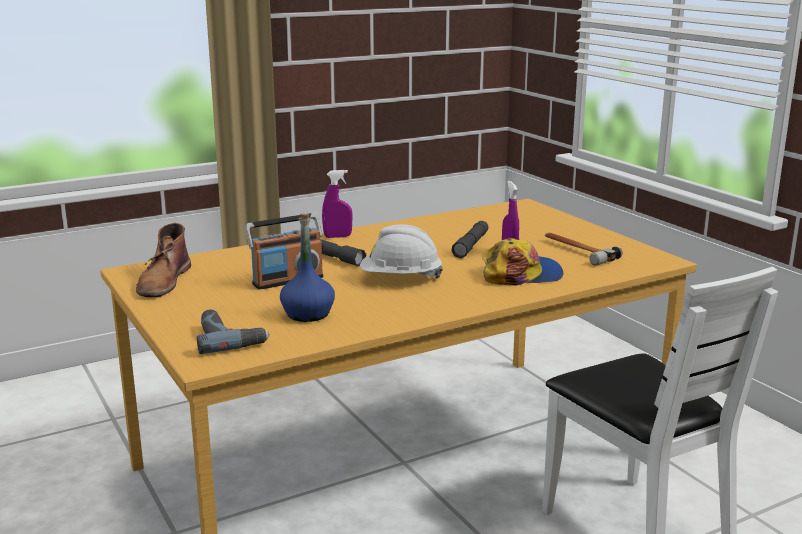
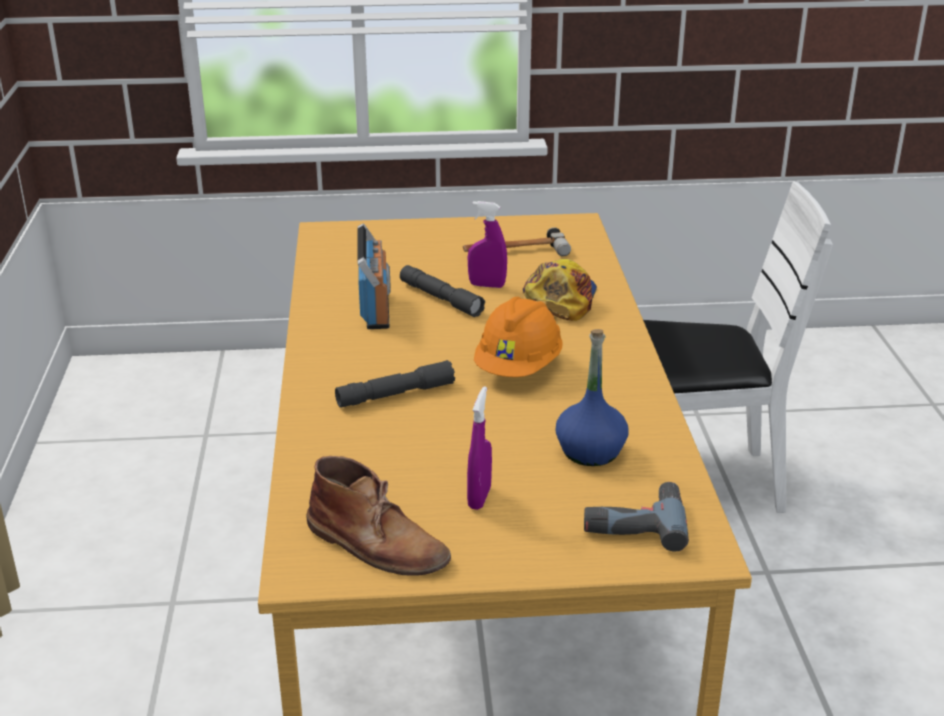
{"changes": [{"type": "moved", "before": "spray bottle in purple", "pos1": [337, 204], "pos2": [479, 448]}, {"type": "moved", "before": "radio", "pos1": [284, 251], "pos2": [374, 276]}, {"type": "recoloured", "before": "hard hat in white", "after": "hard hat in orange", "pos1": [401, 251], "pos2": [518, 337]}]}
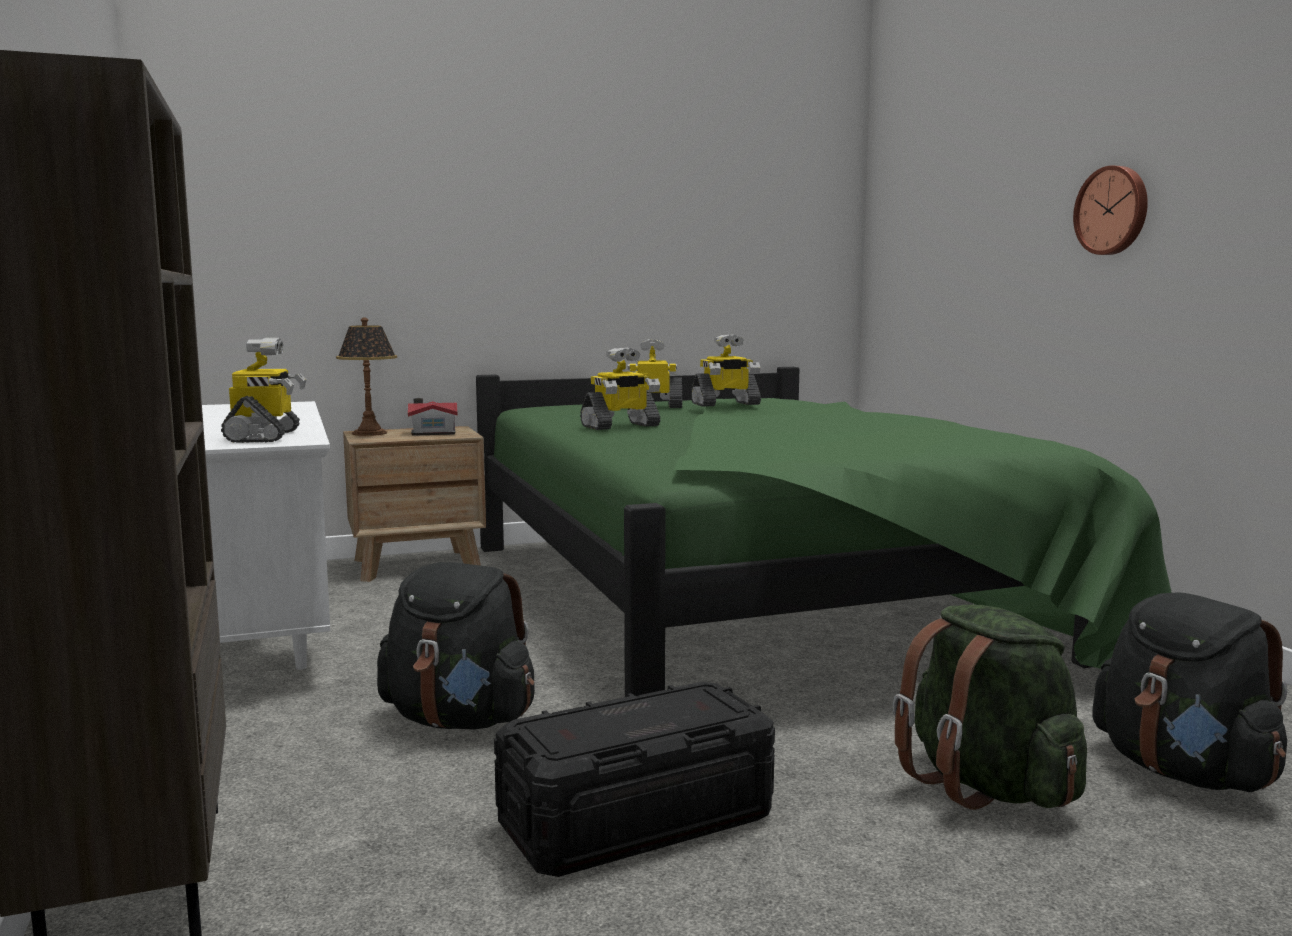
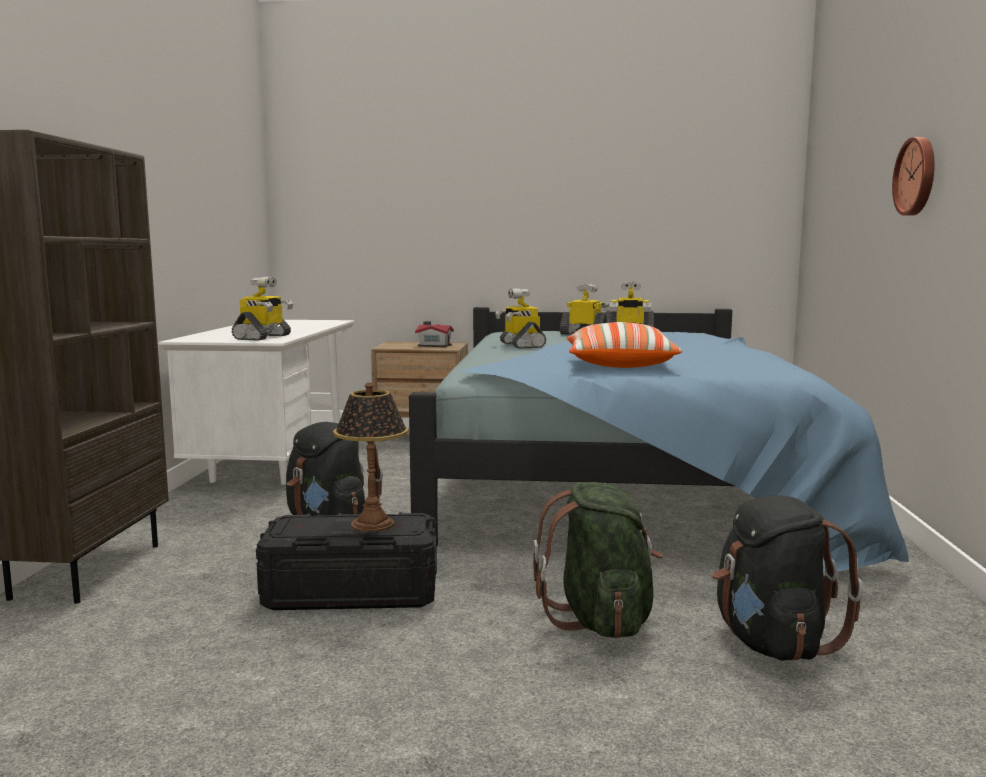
{"changes": [{"type": "moved", "before": "table lamp", "pos1": [366, 376], "pos2": [370, 457]}, {"type": "turned", "before": "toy robot", "pos1": [620, 389], "pos2": [520, 319], "turn": 75}, {"type": "recoloured", "before": "bed in green", "after": "bed in blue", "pos1": [824, 532], "pos2": [659, 439]}, {"type": "added", "after": "pillow", "pos2": [624, 345]}]}
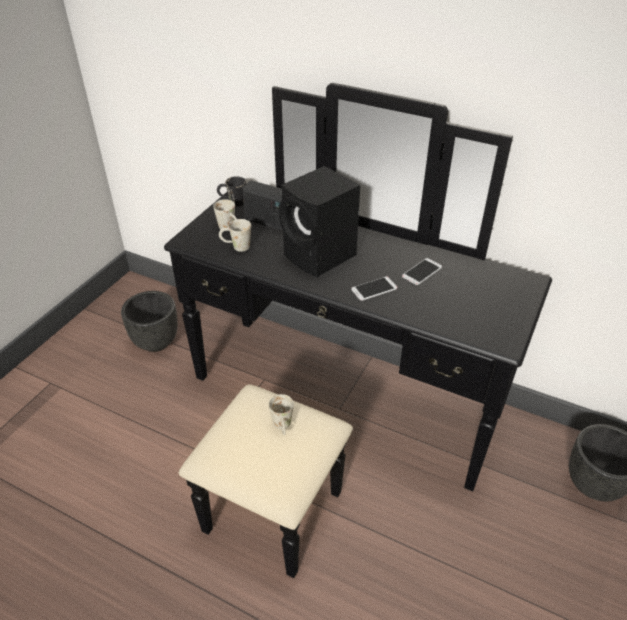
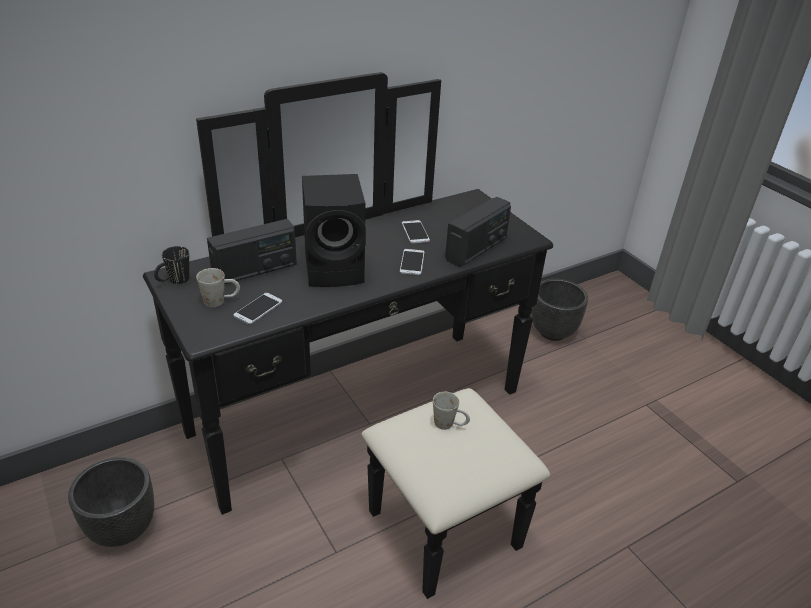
{"changes": [{"type": "replaced", "before": "mug in white", "after": "phone", "pos1": [235, 235], "pos2": [258, 308]}, {"type": "added", "after": "radio", "pos2": [478, 232]}]}
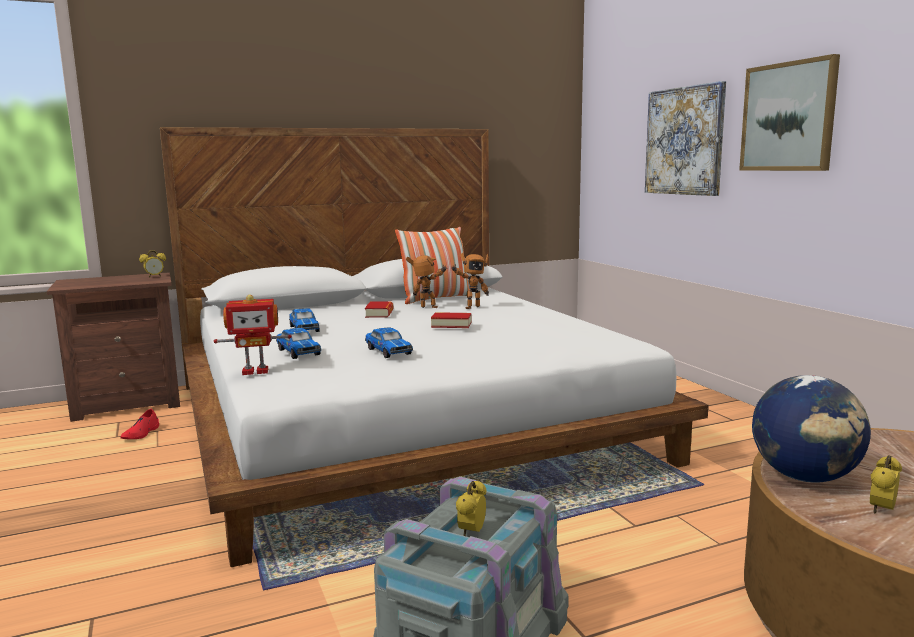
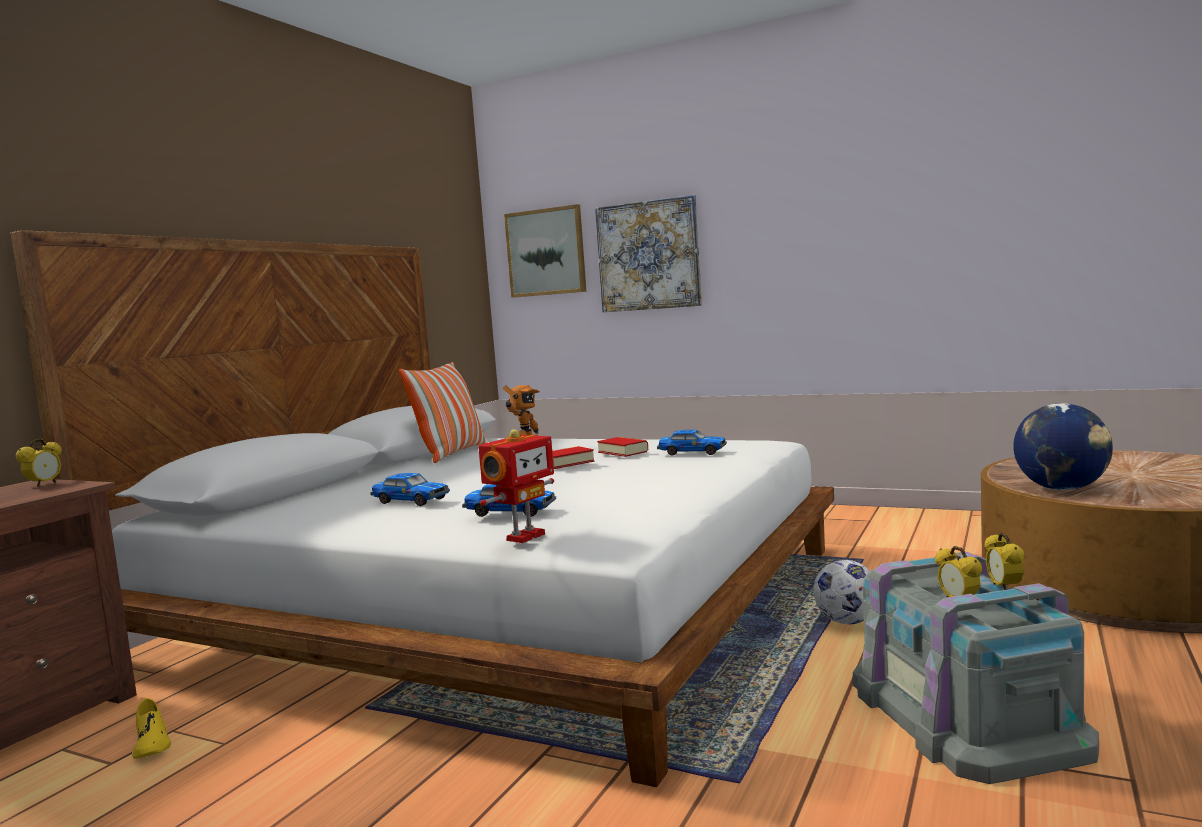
{"changes": [{"type": "moved", "before": "picture", "pos1": [789, 112], "pos2": [545, 251]}, {"type": "removed", "before": "toy robot", "pos1": [426, 281]}, {"type": "moved", "before": "book", "pos1": [379, 309], "pos2": [622, 447]}, {"type": "moved", "before": "toy car", "pos1": [389, 343], "pos2": [692, 443]}, {"type": "recoloured", "before": "shoe in red", "after": "shoe in yellow", "pos1": [140, 424], "pos2": [151, 728]}, {"type": "moved", "before": "alarm clock", "pos1": [886, 484], "pos2": [1004, 561]}, {"type": "added", "after": "football", "pos2": [842, 592]}]}
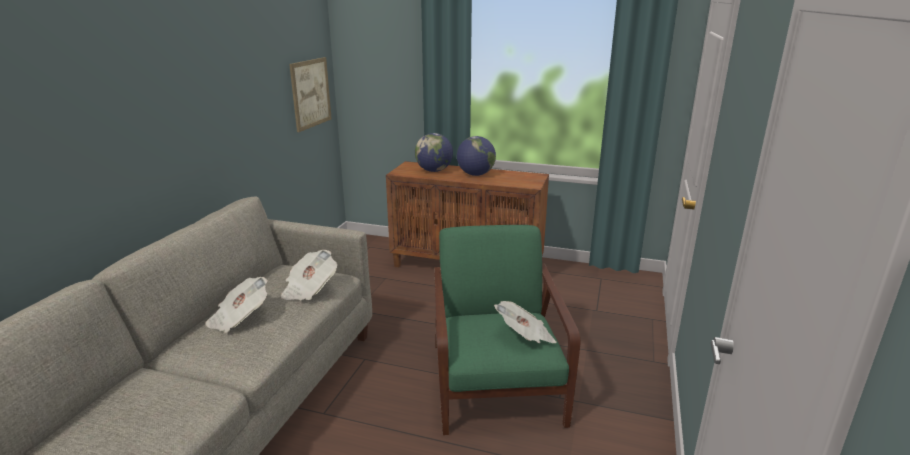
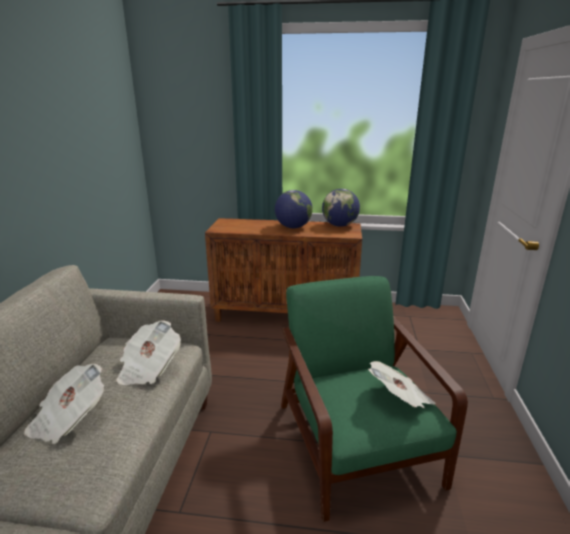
{"changes": [{"type": "removed", "before": "picture", "pos1": [310, 94]}, {"type": "moved", "before": "globe", "pos1": [434, 152], "pos2": [341, 208]}]}
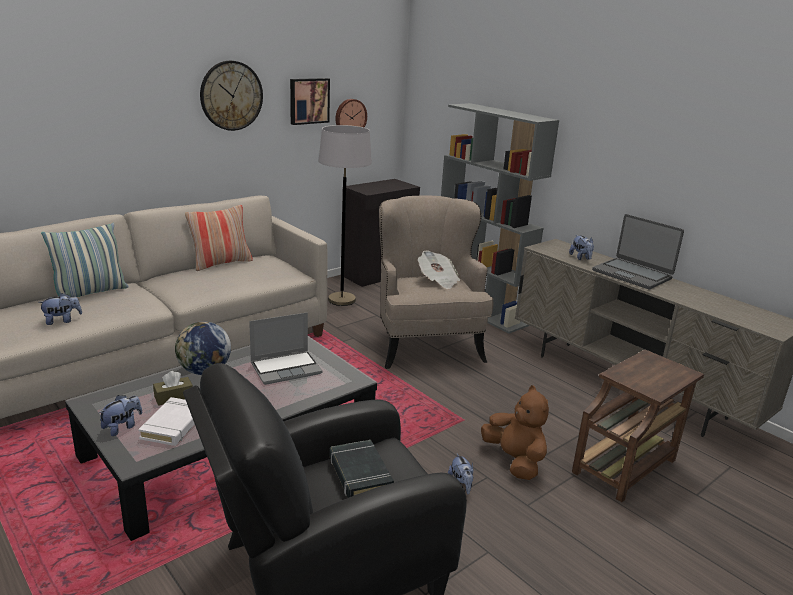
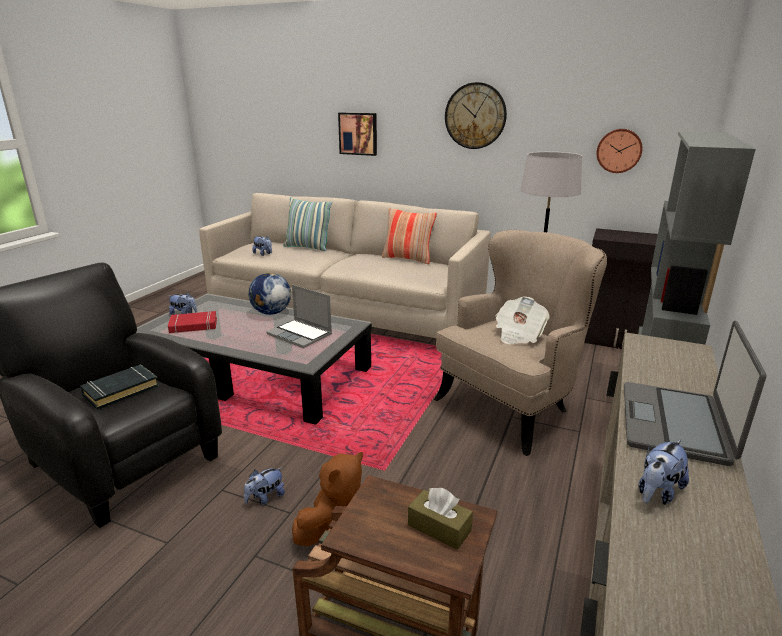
{"changes": [{"type": "moved", "before": "picture", "pos1": [310, 101], "pos2": [357, 134]}, {"type": "moved", "before": "plush toy", "pos1": [581, 247], "pos2": [664, 472]}, {"type": "moved", "before": "tissue box in brown", "pos1": [173, 388], "pos2": [440, 519]}, {"type": "recoloured", "before": "book in white", "after": "book in red", "pos1": [166, 421], "pos2": [192, 322]}]}
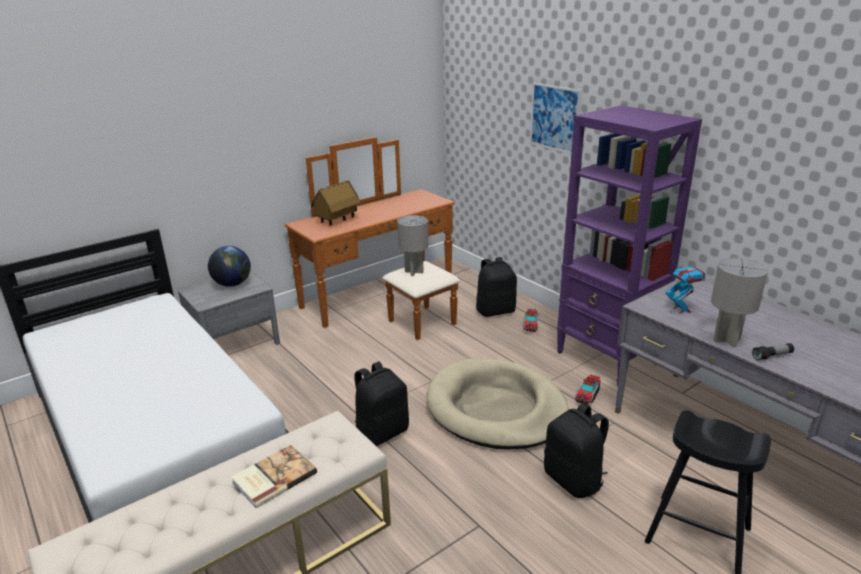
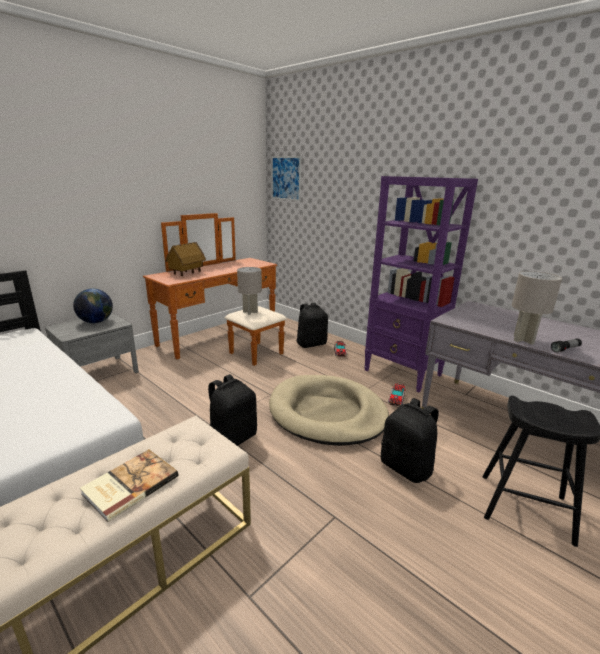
{"changes": [{"type": "moved", "before": "picture", "pos1": [556, 118], "pos2": [286, 178]}, {"type": "removed", "before": "toy robot", "pos1": [686, 286]}]}
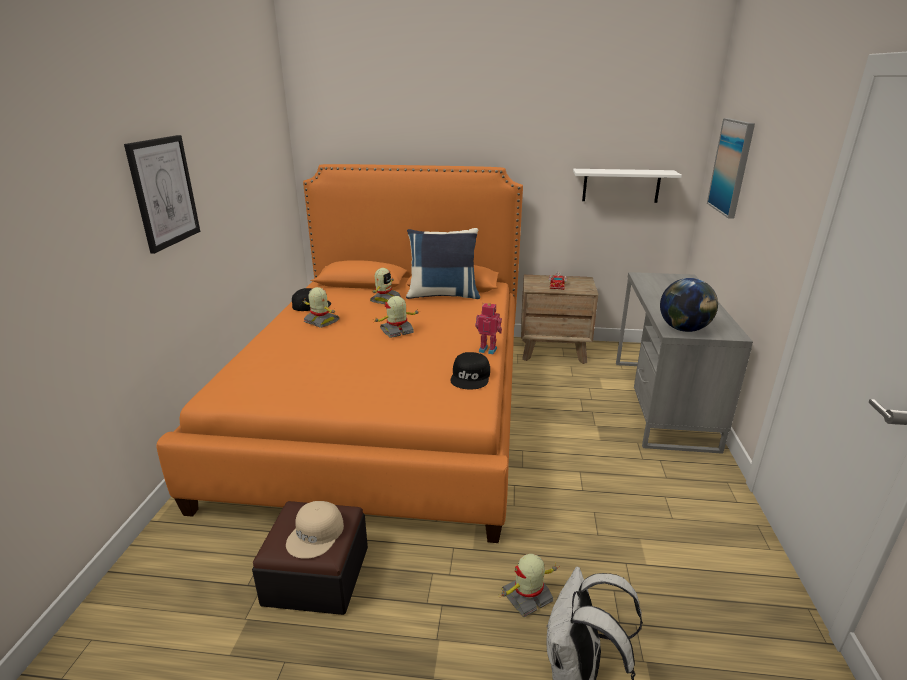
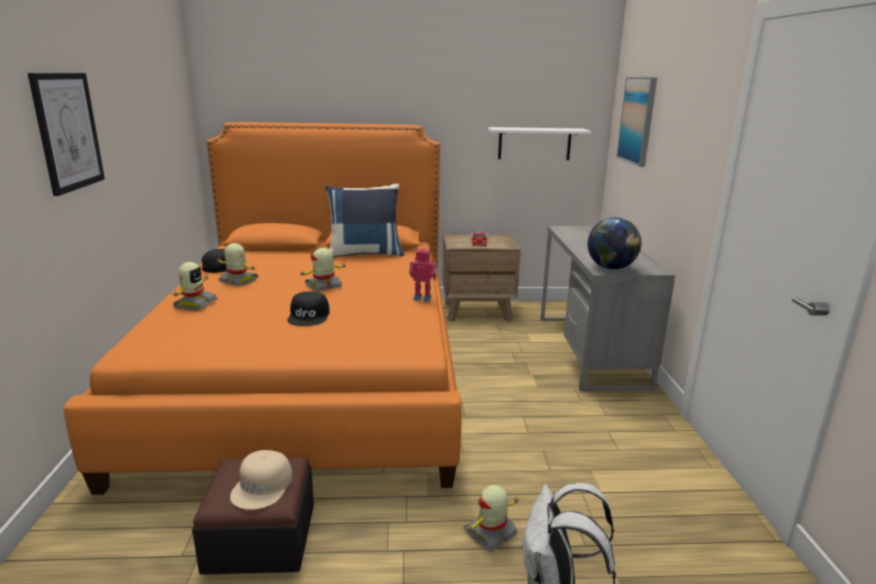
{"changes": [{"type": "moved", "before": "toy robot", "pos1": [385, 286], "pos2": [194, 286]}, {"type": "moved", "before": "cap in black", "pos1": [470, 371], "pos2": [308, 308]}]}
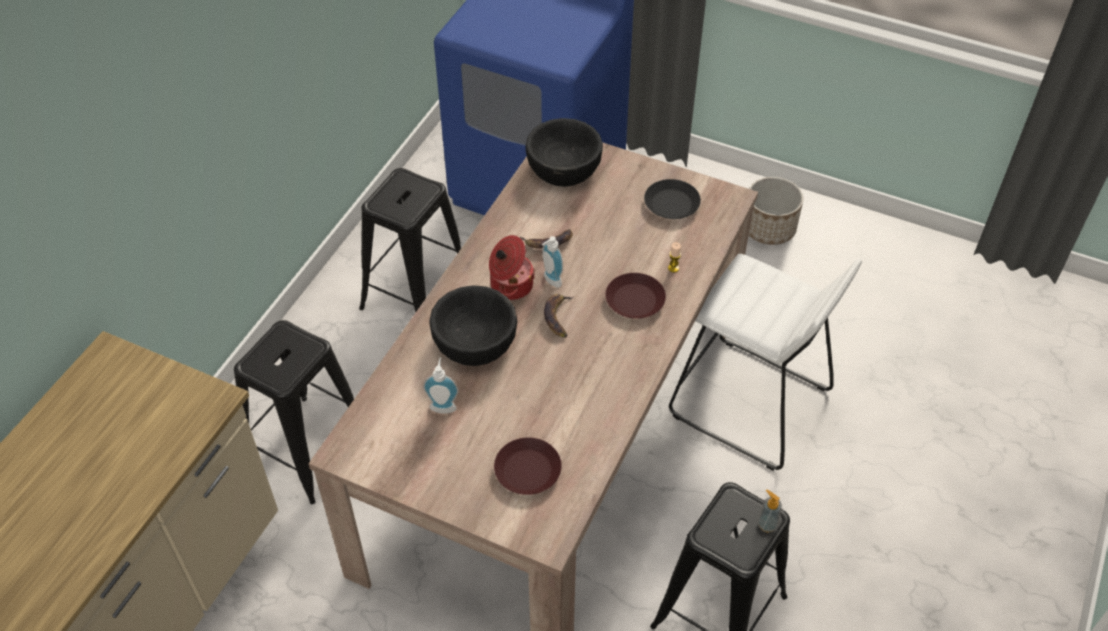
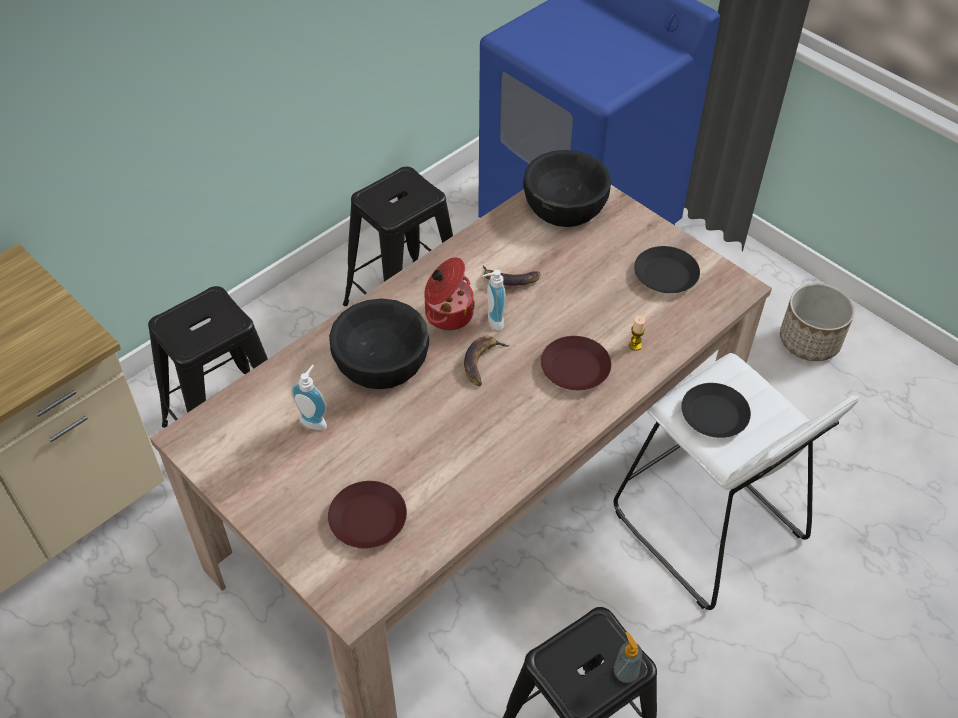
{"changes": [{"type": "added", "after": "plate in black", "pos2": [716, 410]}]}
